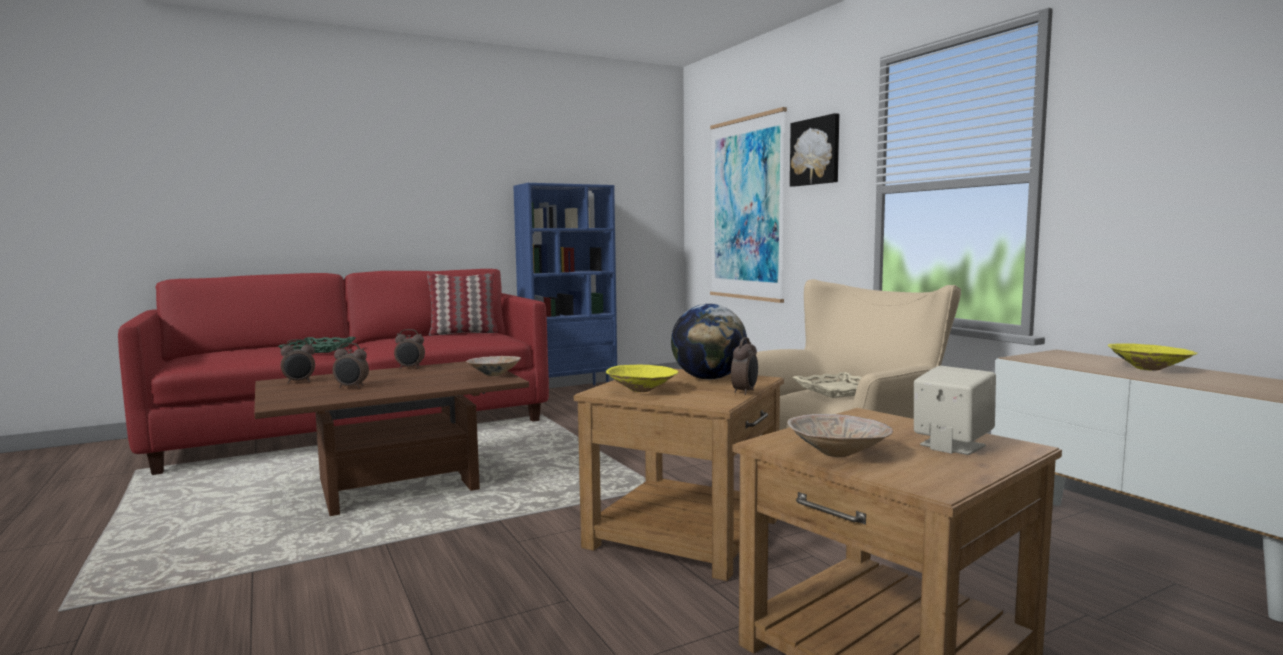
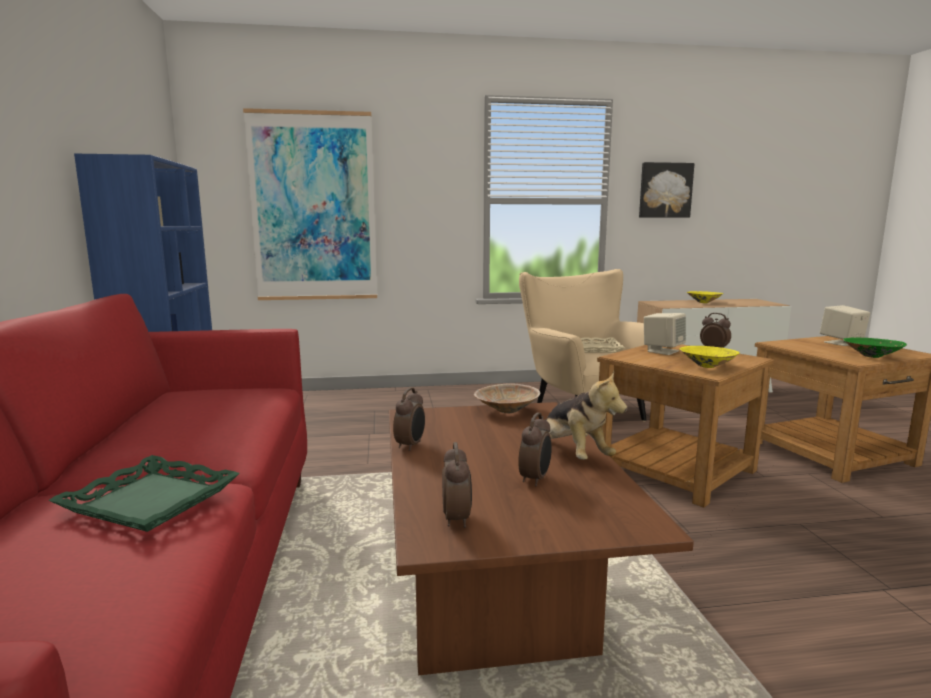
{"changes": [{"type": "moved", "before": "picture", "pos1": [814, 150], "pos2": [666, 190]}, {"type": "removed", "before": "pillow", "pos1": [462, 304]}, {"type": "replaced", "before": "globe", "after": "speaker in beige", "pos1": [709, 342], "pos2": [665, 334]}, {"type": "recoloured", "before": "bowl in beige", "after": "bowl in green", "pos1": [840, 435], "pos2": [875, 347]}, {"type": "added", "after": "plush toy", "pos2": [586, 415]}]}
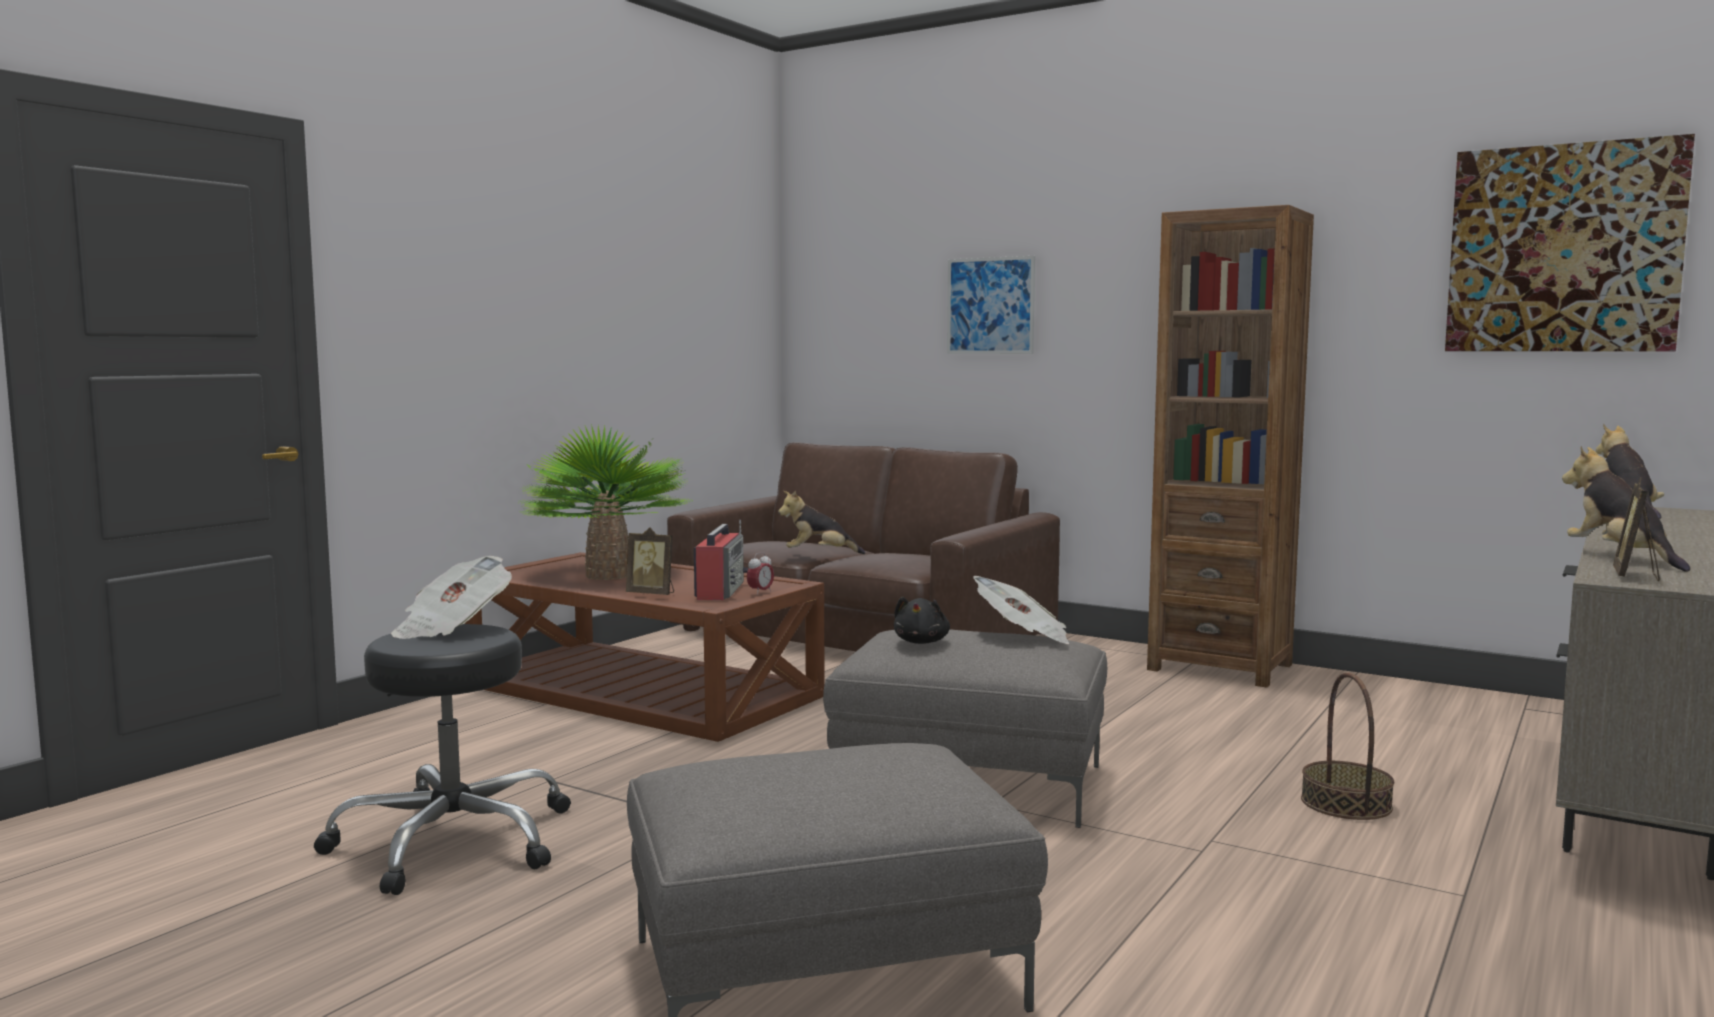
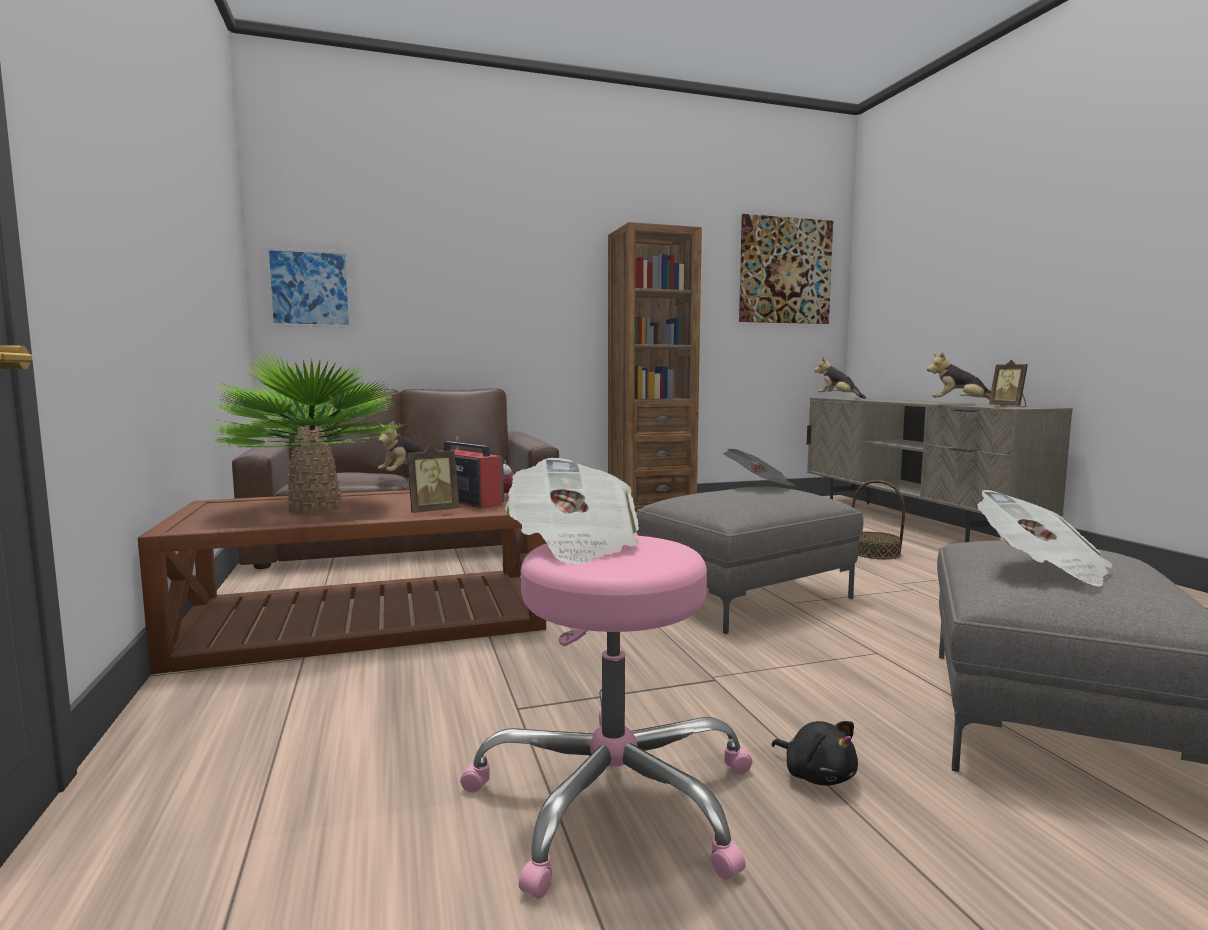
{"changes": [{"type": "moved", "before": "picture", "pos1": [991, 305], "pos2": [309, 288]}, {"type": "moved", "before": "plush toy in black", "pos1": [922, 620], "pos2": [814, 753]}, {"type": "recoloured", "before": "stool in black", "after": "stool in pink", "pos1": [442, 759], "pos2": [606, 717]}, {"type": "added", "after": "newspaper", "pos2": [1045, 538]}]}
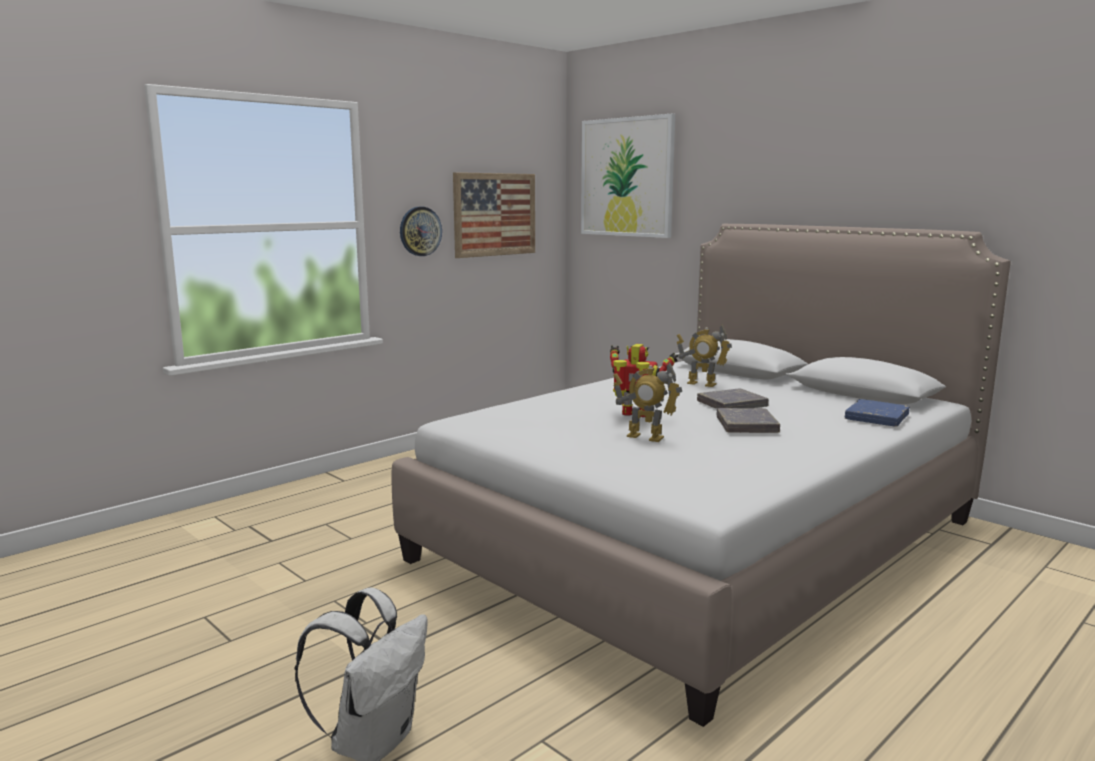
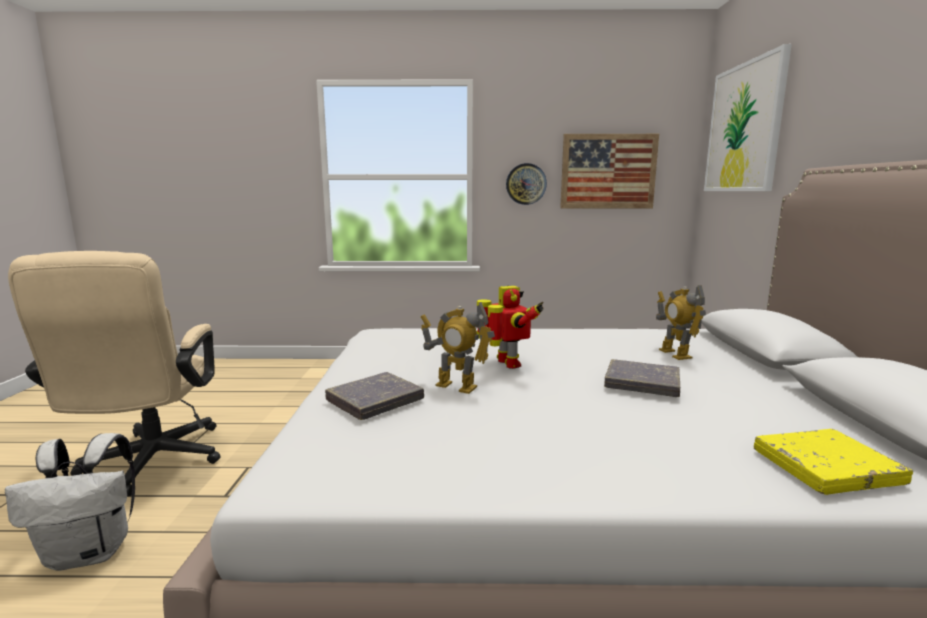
{"changes": [{"type": "turned", "before": "toy robot", "pos1": [647, 402], "pos2": [458, 348], "turn": -45}, {"type": "recoloured", "before": "book in blue", "after": "book in yellow", "pos1": [877, 412], "pos2": [833, 462]}, {"type": "moved", "before": "book in grey", "pos1": [748, 420], "pos2": [374, 396]}, {"type": "added", "after": "office chair in beige", "pos2": [114, 373]}]}
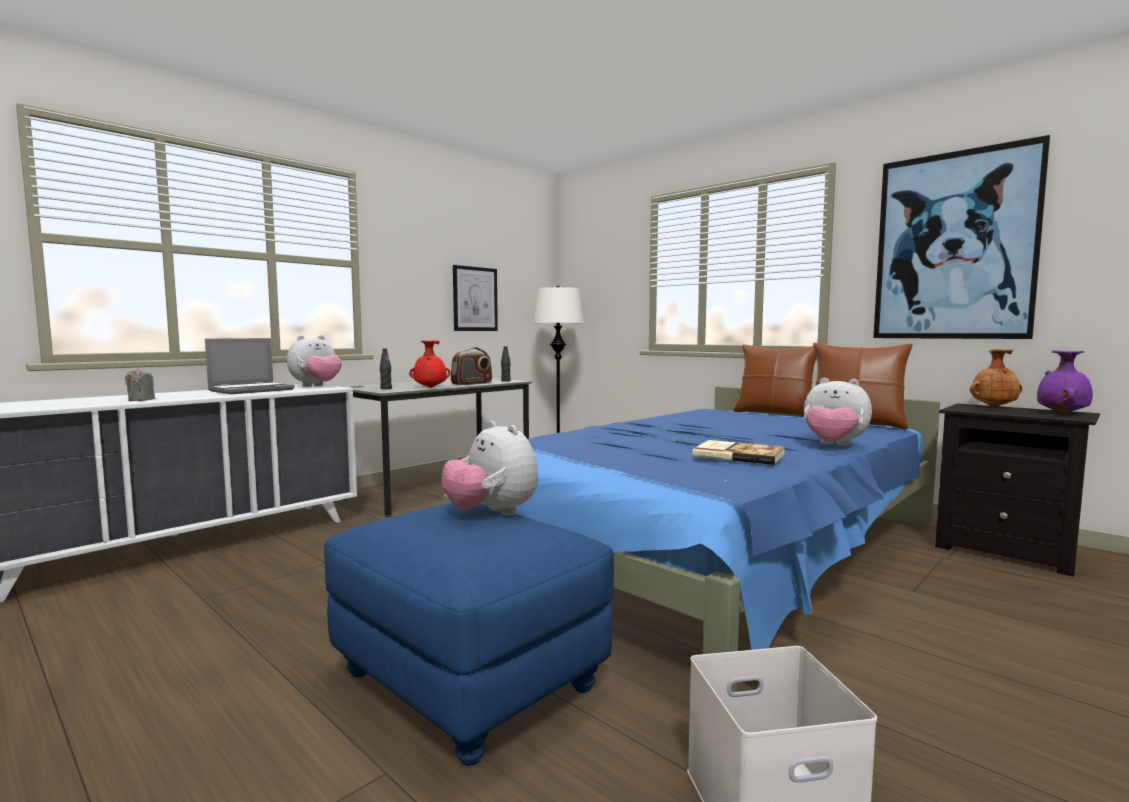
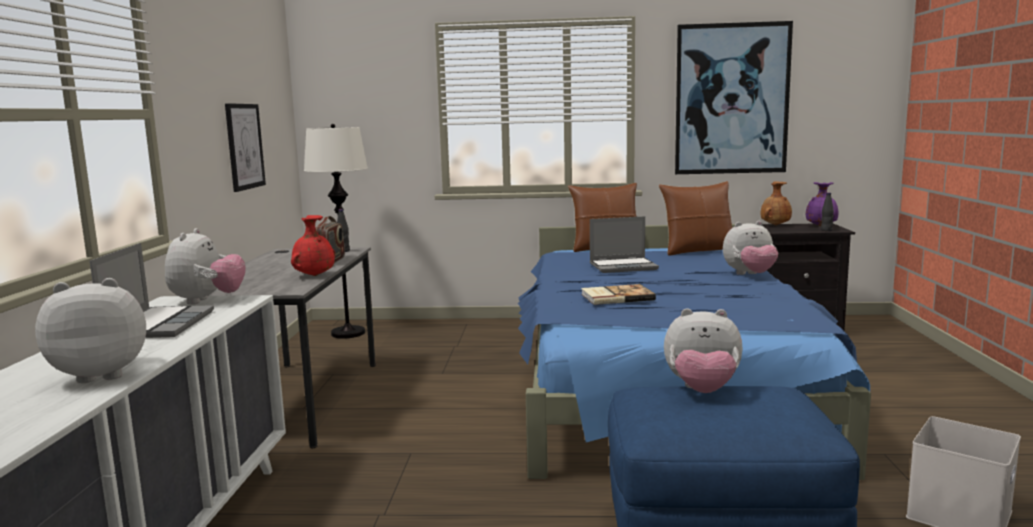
{"changes": [{"type": "moved", "before": "bottle in black", "pos1": [386, 369], "pos2": [827, 212]}, {"type": "replaced", "before": "candle in grey", "after": "plush toy", "pos1": [140, 384], "pos2": [90, 330]}, {"type": "moved", "before": "book", "pos1": [739, 452], "pos2": [618, 294]}, {"type": "added", "after": "laptop", "pos2": [624, 244]}]}
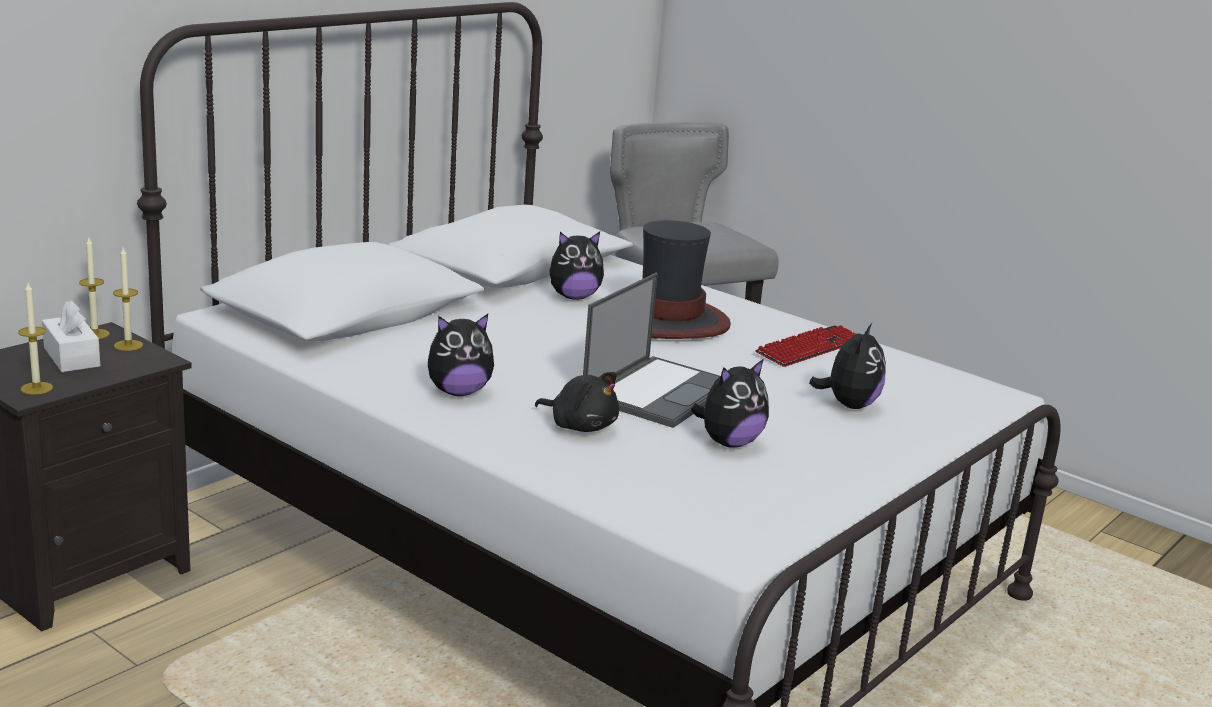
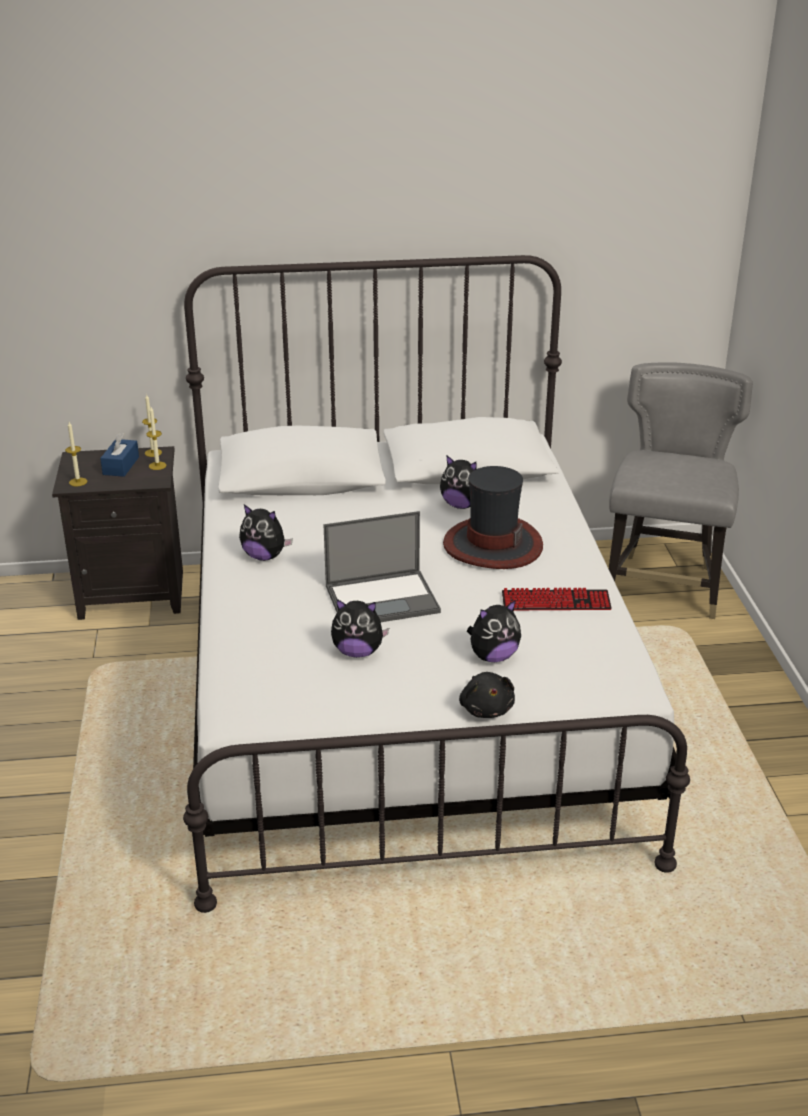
{"changes": [{"type": "recoloured", "before": "tissue box in white", "after": "tissue box in blue", "pos1": [71, 336], "pos2": [119, 454]}, {"type": "moved", "before": "plush toy in black", "pos1": [577, 402], "pos2": [487, 695]}]}
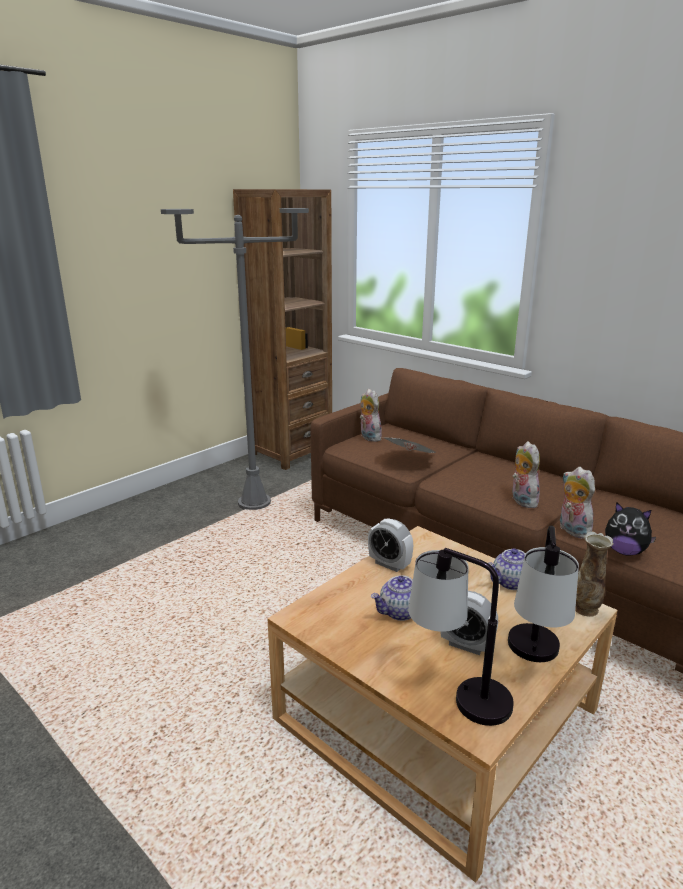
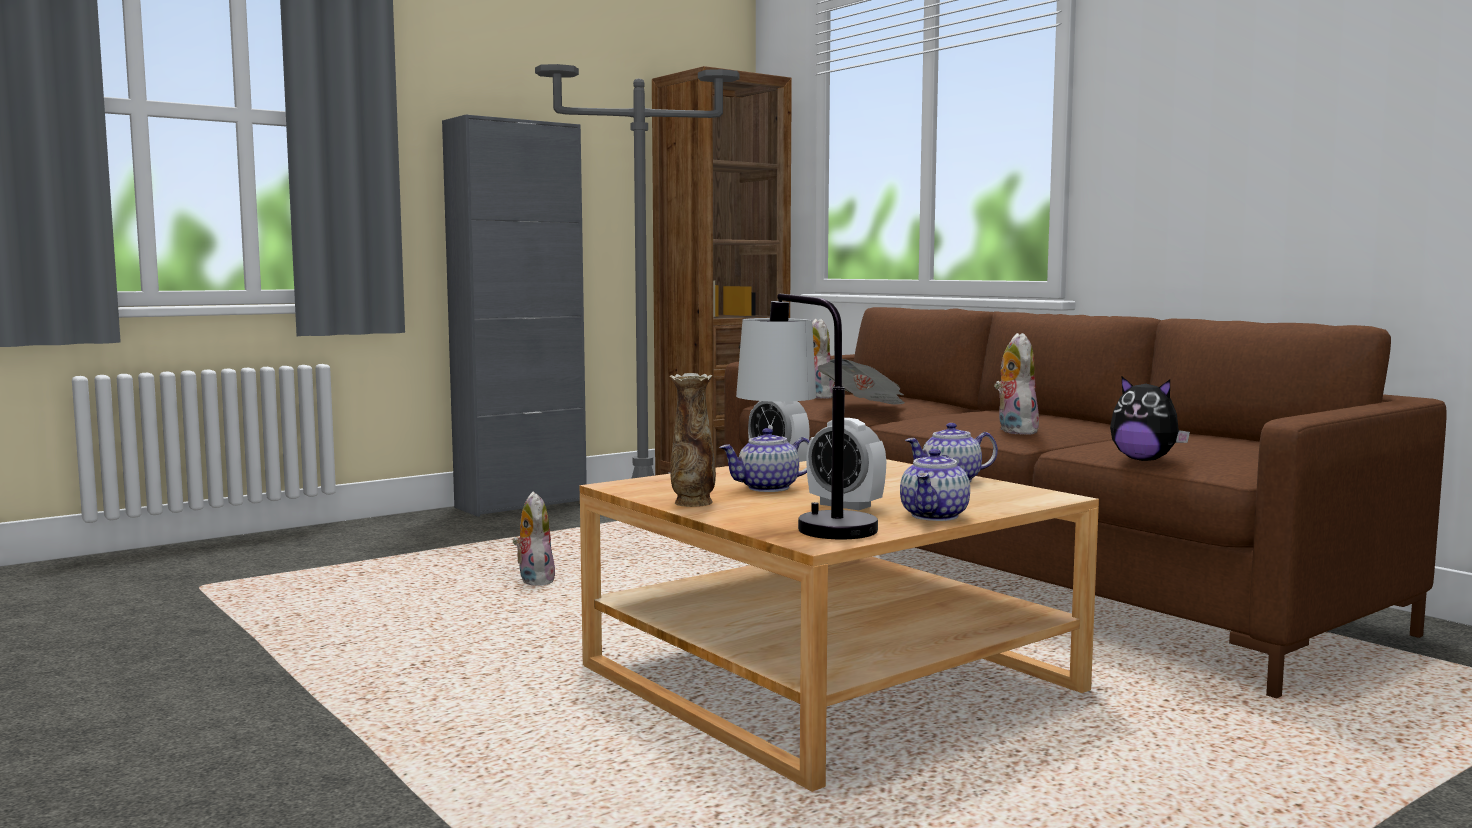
{"changes": [{"type": "moved", "before": "plush toy", "pos1": [577, 503], "pos2": [534, 539]}, {"type": "replaced", "before": "table lamp", "after": "teapot", "pos1": [543, 594], "pos2": [935, 485]}, {"type": "moved", "before": "vase", "pos1": [594, 574], "pos2": [693, 440]}, {"type": "added", "after": "cabinet in grey", "pos2": [514, 316]}]}
